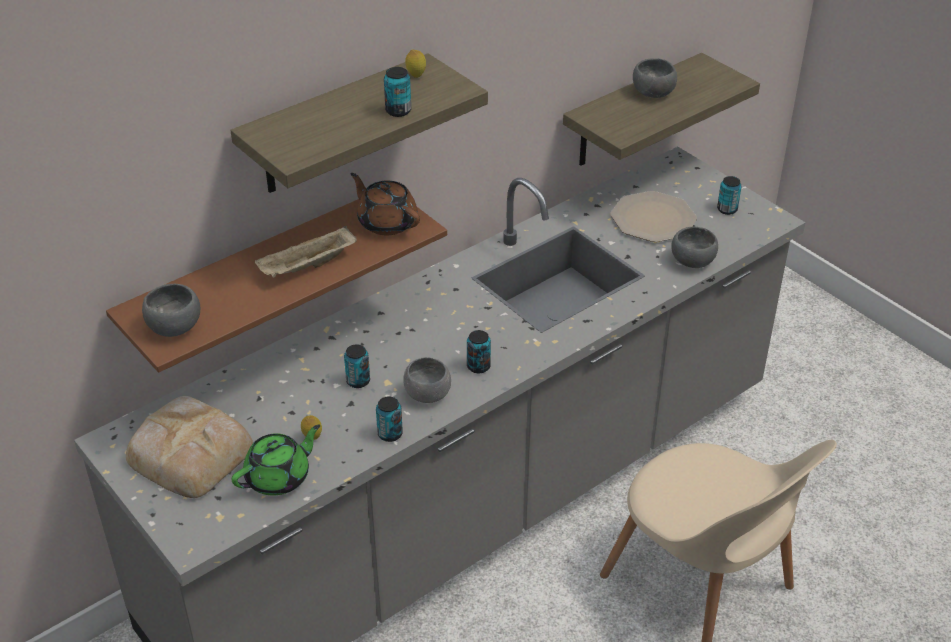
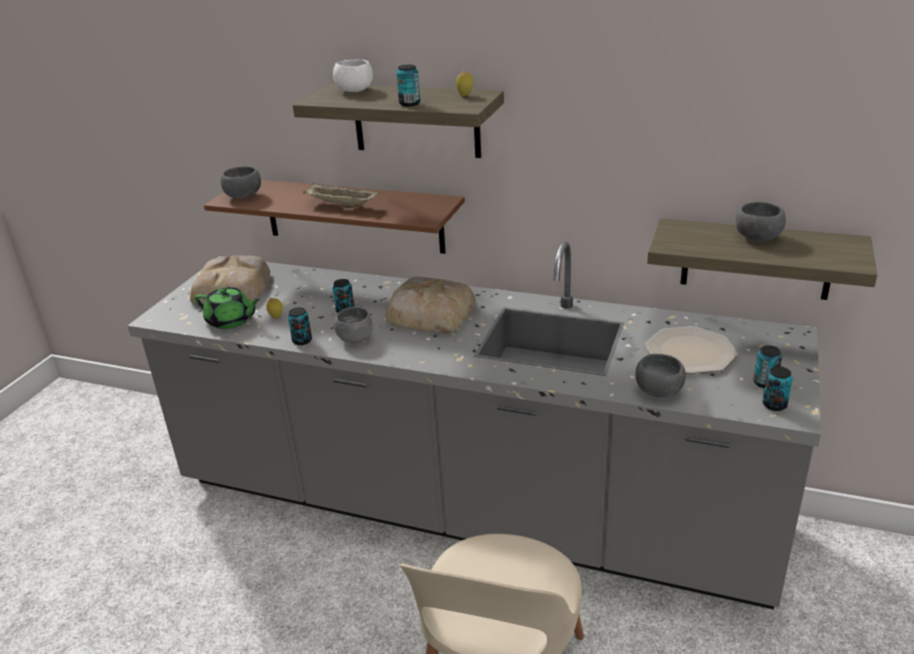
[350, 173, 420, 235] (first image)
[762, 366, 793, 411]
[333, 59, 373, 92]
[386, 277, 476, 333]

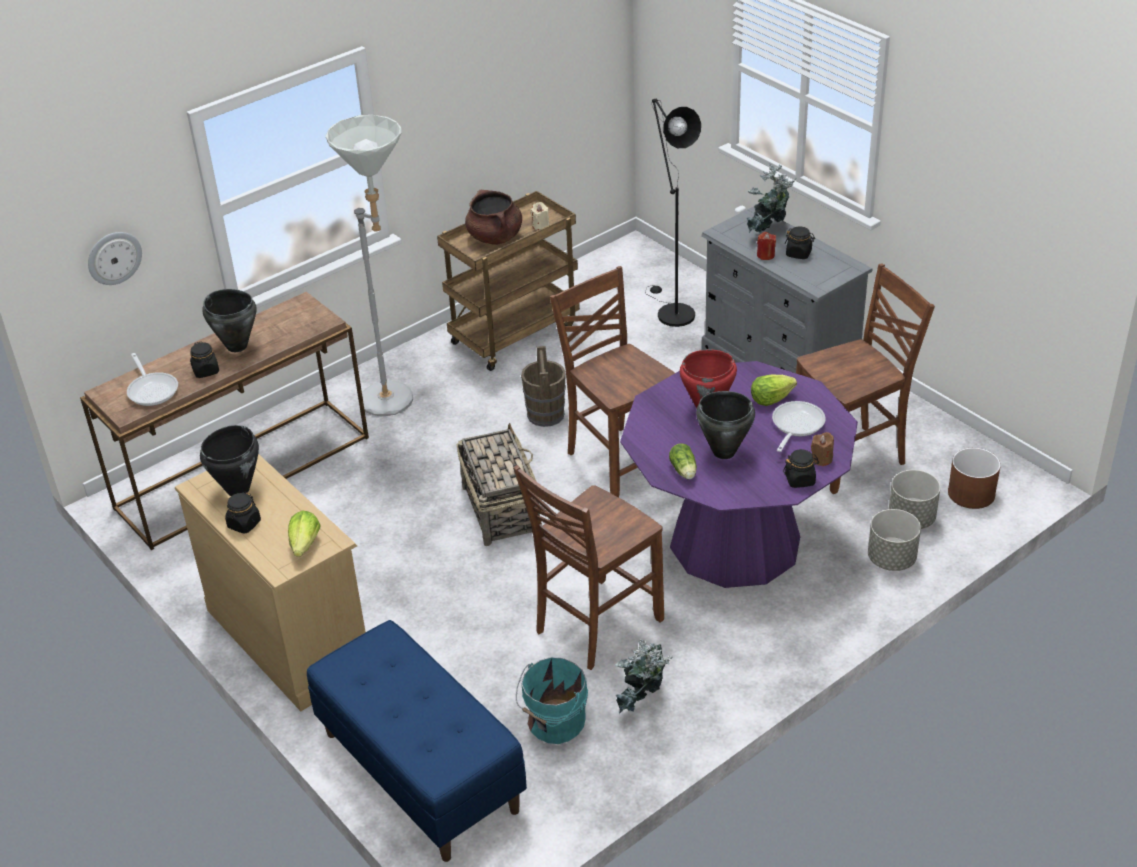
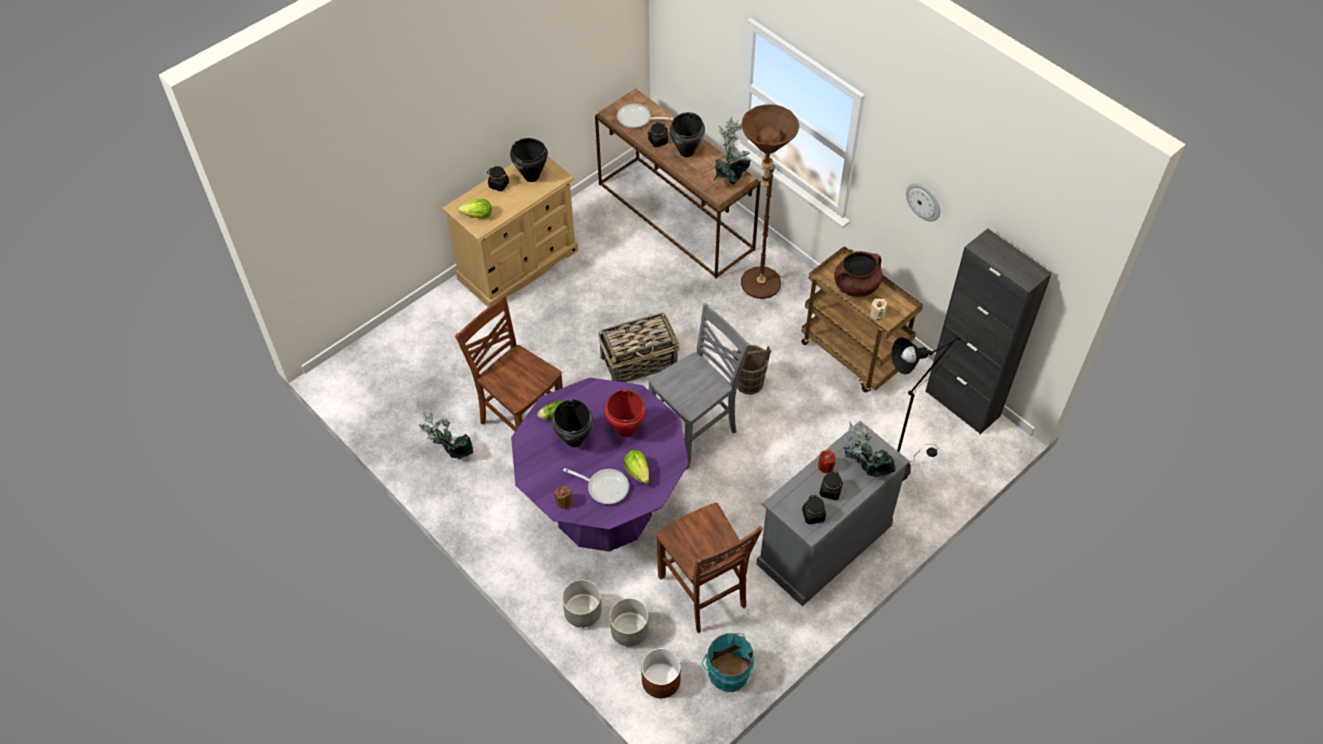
[741, 104, 800, 299]
[906, 183, 940, 222]
[648, 303, 750, 470]
[617, 104, 673, 128]
[802, 495, 826, 524]
[307, 620, 527, 862] (first image)
[702, 633, 754, 692]
[714, 117, 751, 185]
[925, 228, 1052, 434]

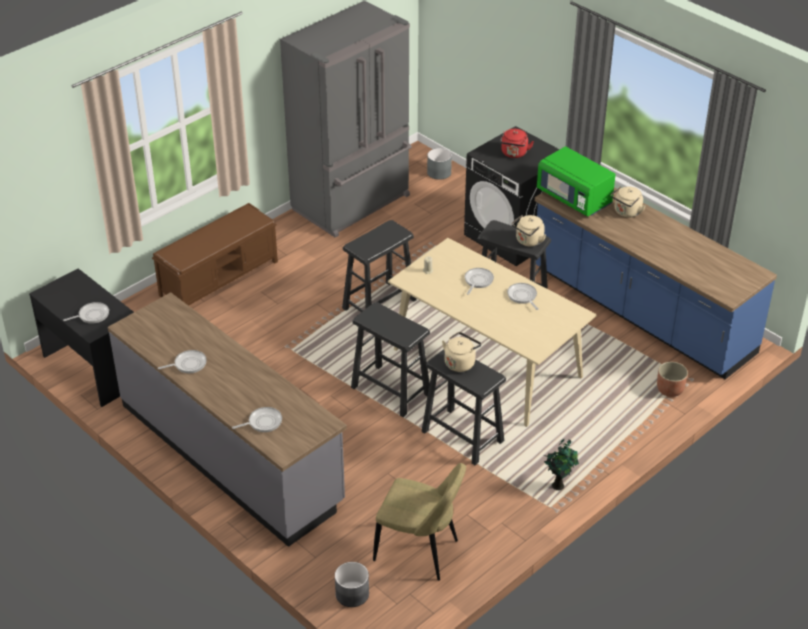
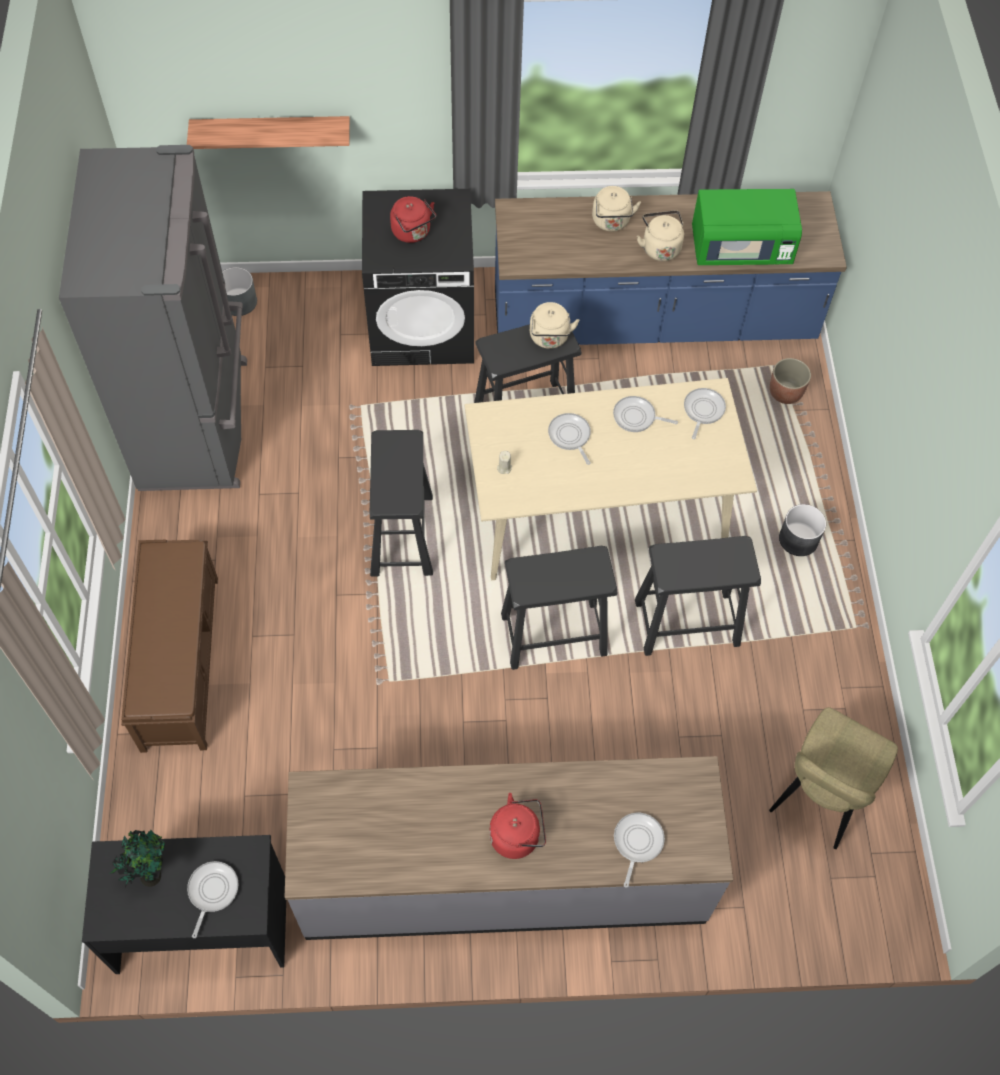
[692, 189, 802, 265]
[637, 210, 684, 261]
[684, 388, 726, 439]
[109, 829, 165, 887]
[769, 707, 898, 849]
[779, 504, 826, 556]
[187, 116, 350, 149]
[489, 793, 546, 859]

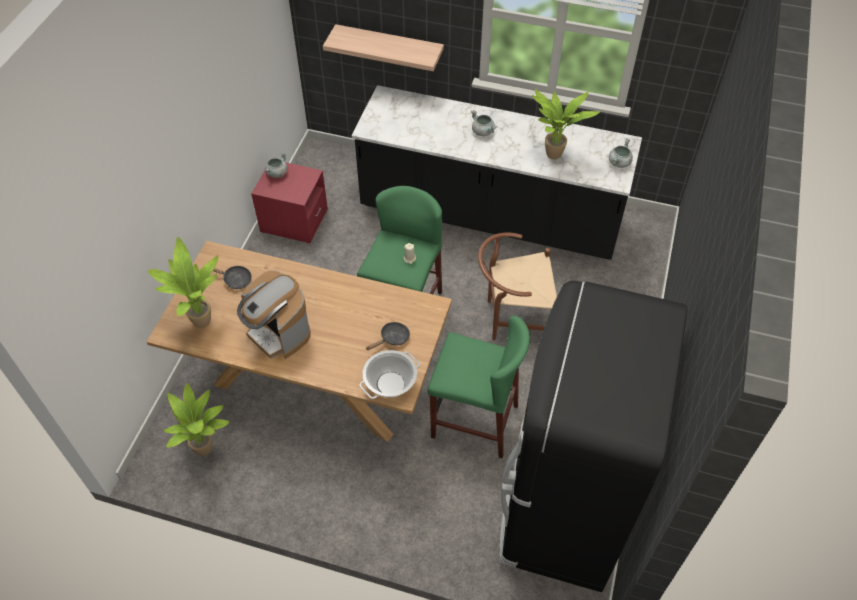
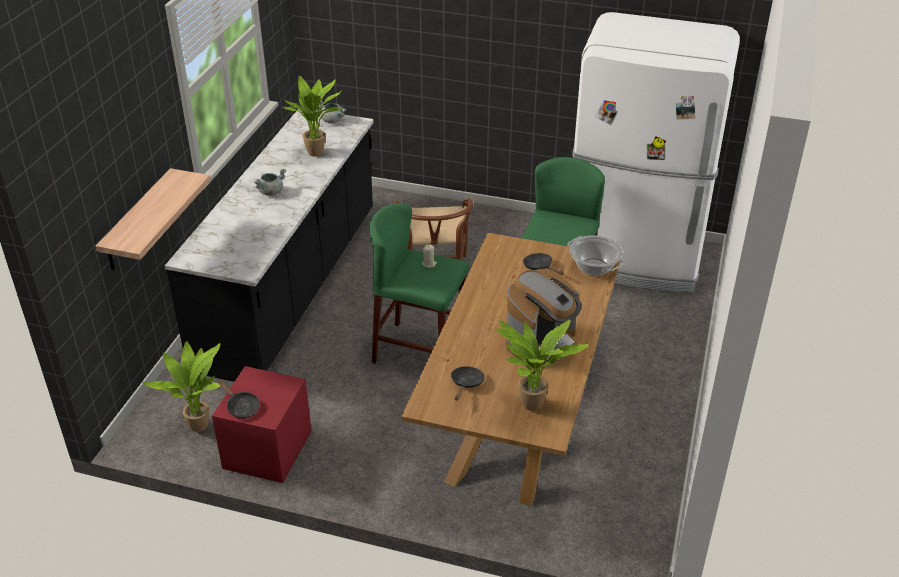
[218, 381, 260, 418]
[572, 12, 740, 292]
[143, 341, 220, 432]

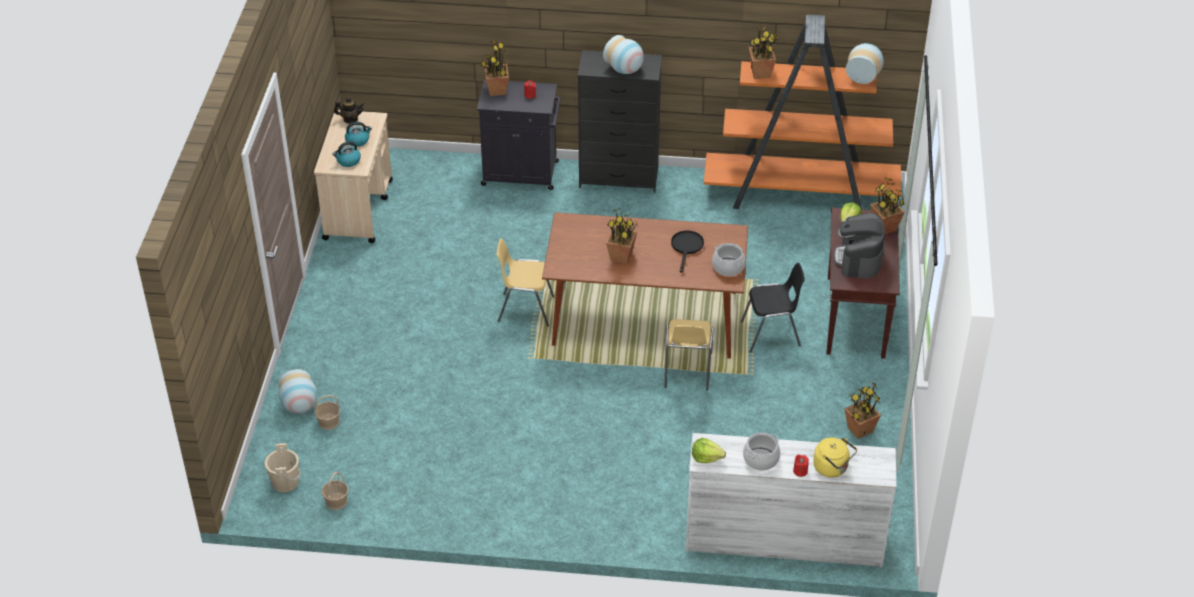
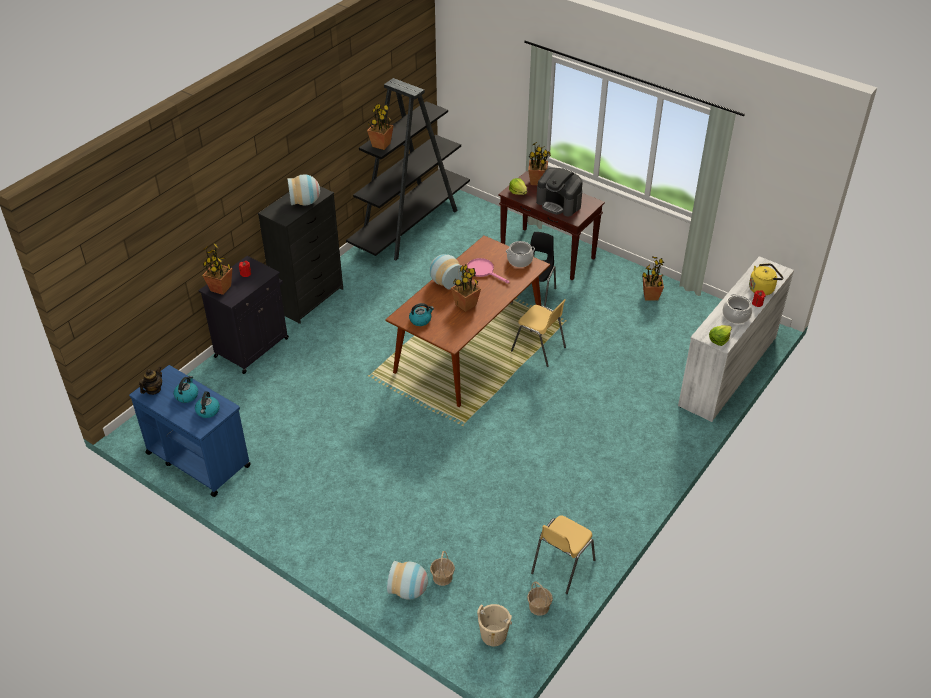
[346, 78, 470, 261]
[430, 254, 465, 290]
[129, 365, 251, 497]
[467, 258, 510, 283]
[531, 516, 595, 594]
[409, 303, 434, 326]

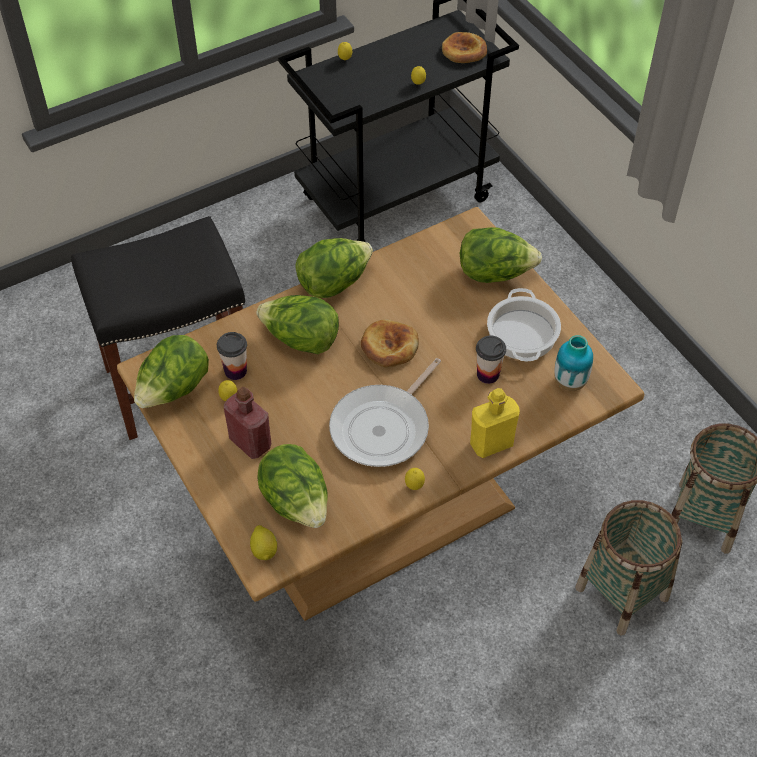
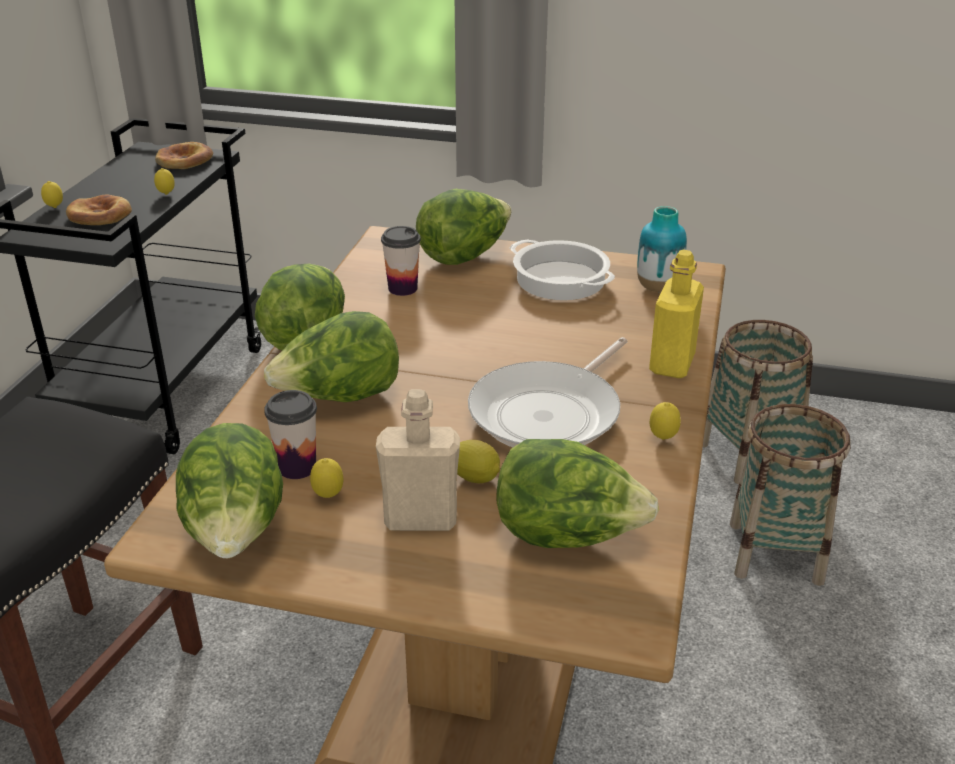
[66, 195, 132, 225]
[381, 226, 421, 296]
[468, 337, 628, 447]
[376, 389, 460, 531]
[457, 440, 500, 483]

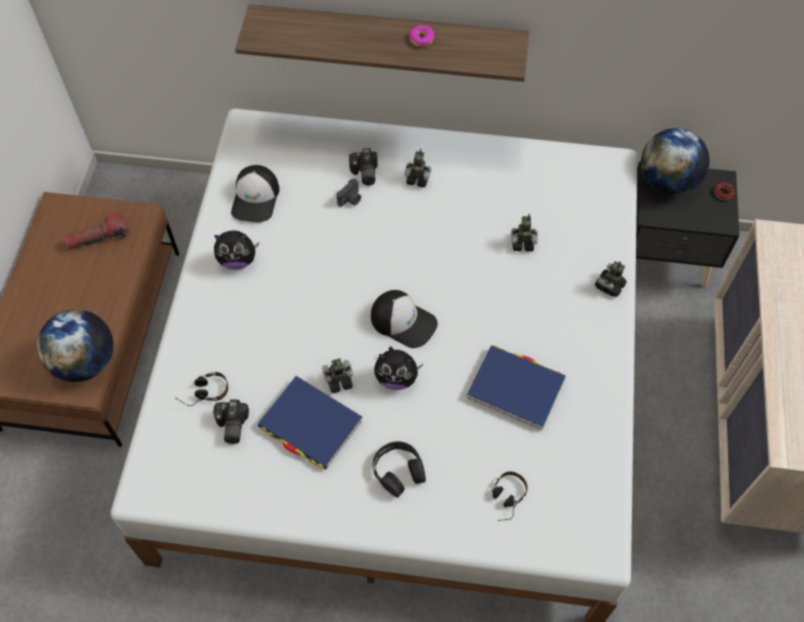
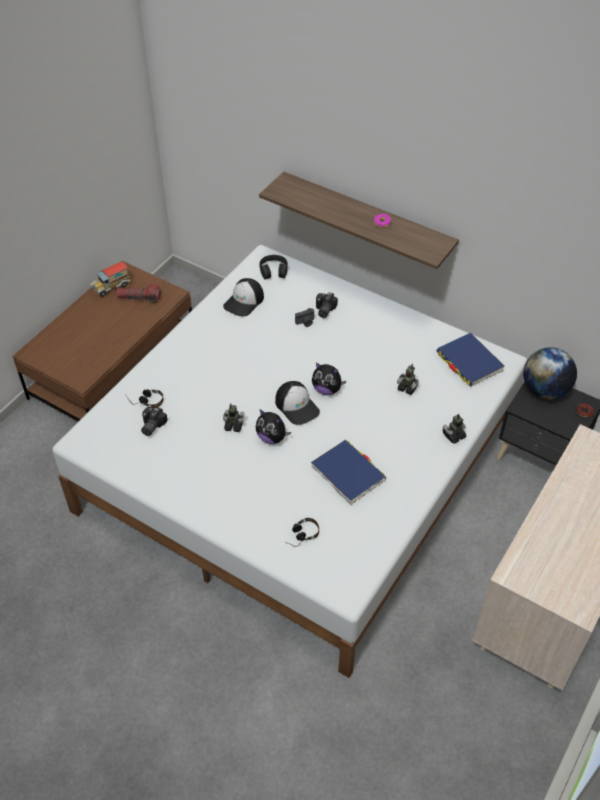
[404, 148, 431, 188] (first image)
[312, 363, 346, 395]
[37, 309, 114, 382] (first image)
[437, 332, 505, 387]
[259, 255, 288, 279]
[91, 261, 131, 297]

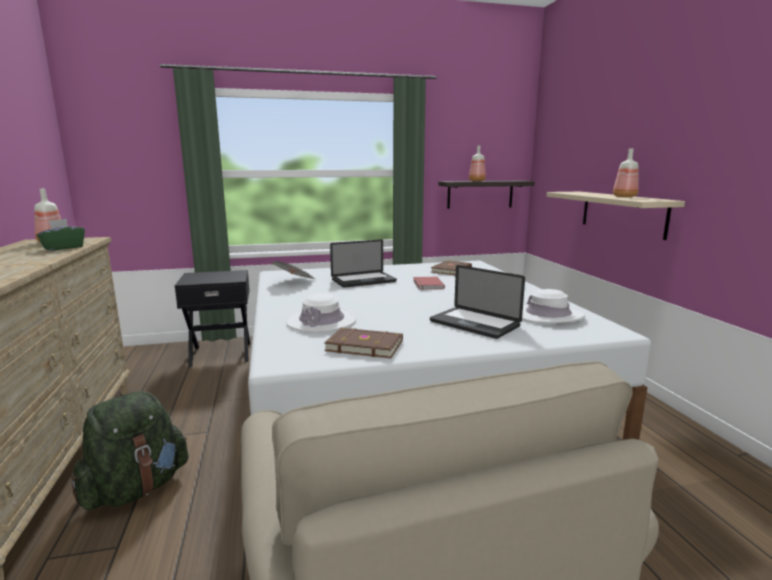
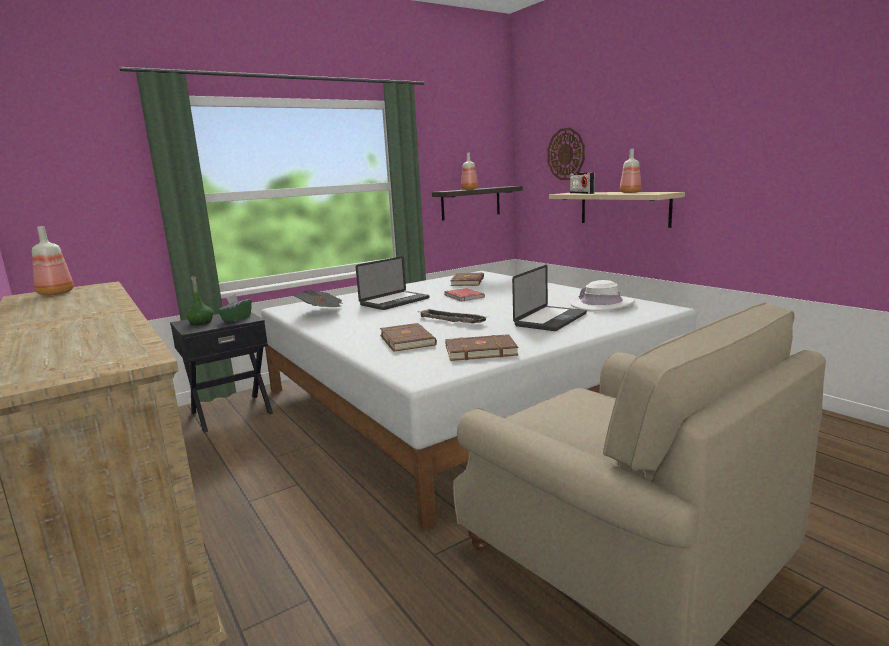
[218, 294, 252, 322]
[512, 265, 587, 331]
[380, 323, 437, 352]
[72, 391, 188, 510] (first image)
[548, 128, 585, 180]
[570, 172, 595, 194]
[186, 275, 213, 325]
[420, 309, 487, 323]

